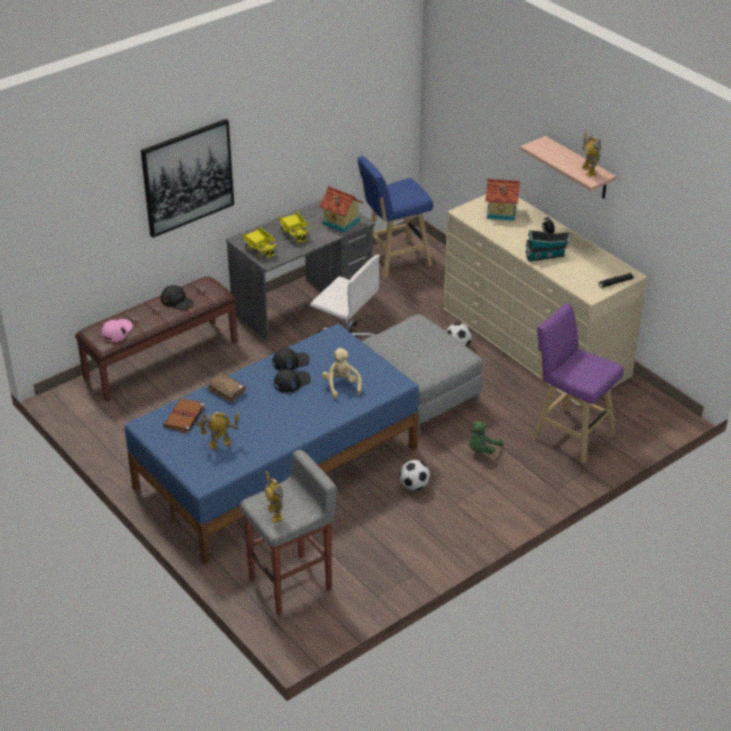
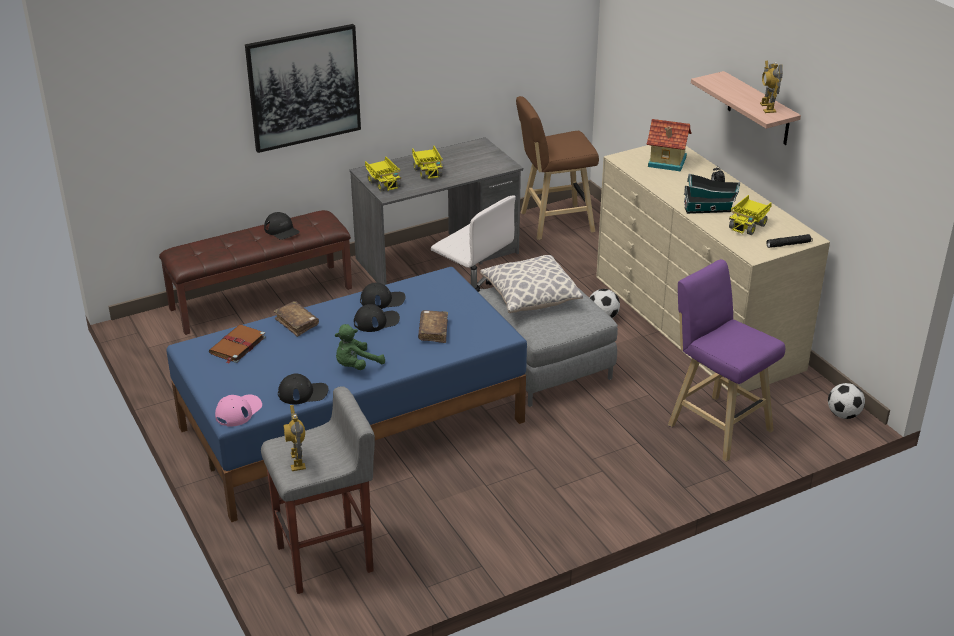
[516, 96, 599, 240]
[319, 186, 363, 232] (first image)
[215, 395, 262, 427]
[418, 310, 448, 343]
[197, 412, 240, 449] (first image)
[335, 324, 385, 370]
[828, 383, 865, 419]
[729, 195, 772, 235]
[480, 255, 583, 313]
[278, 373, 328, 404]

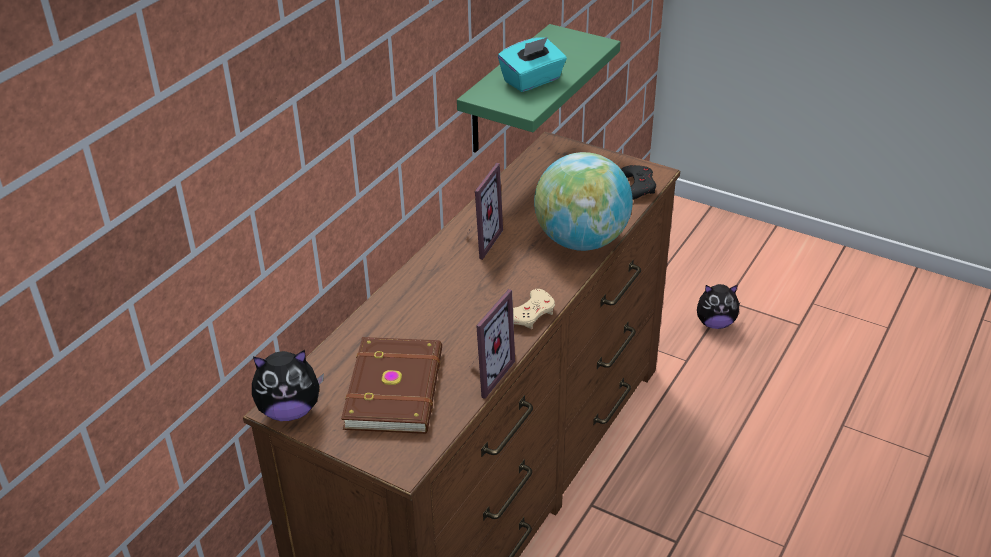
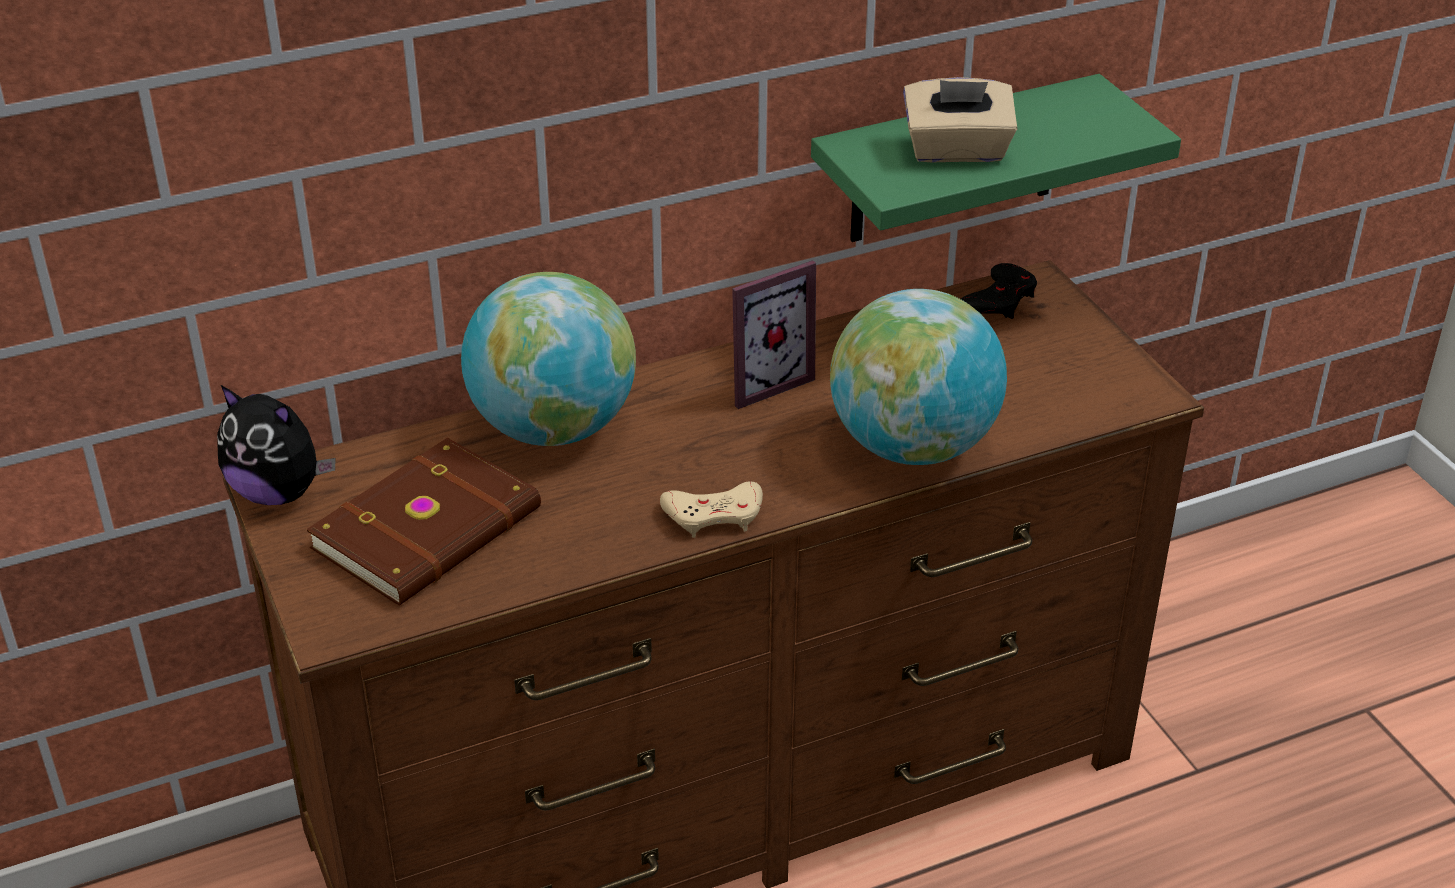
[903, 77, 1018, 163]
[961, 263, 1037, 319]
[697, 284, 740, 329] (first image)
[471, 289, 515, 399] (first image)
[461, 272, 636, 446]

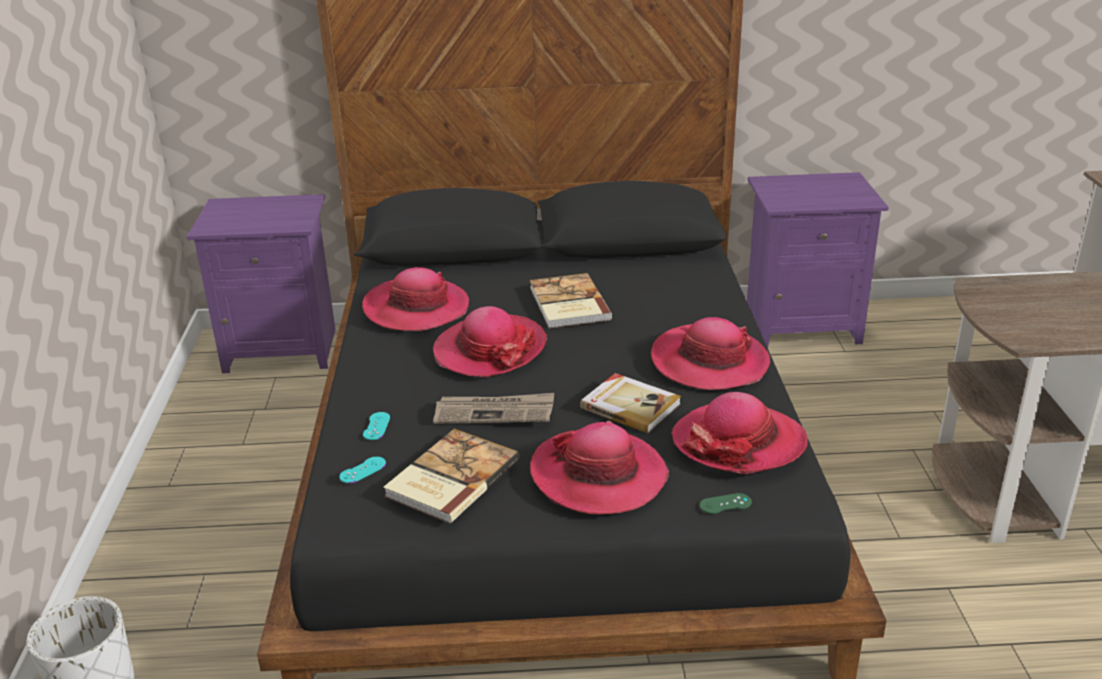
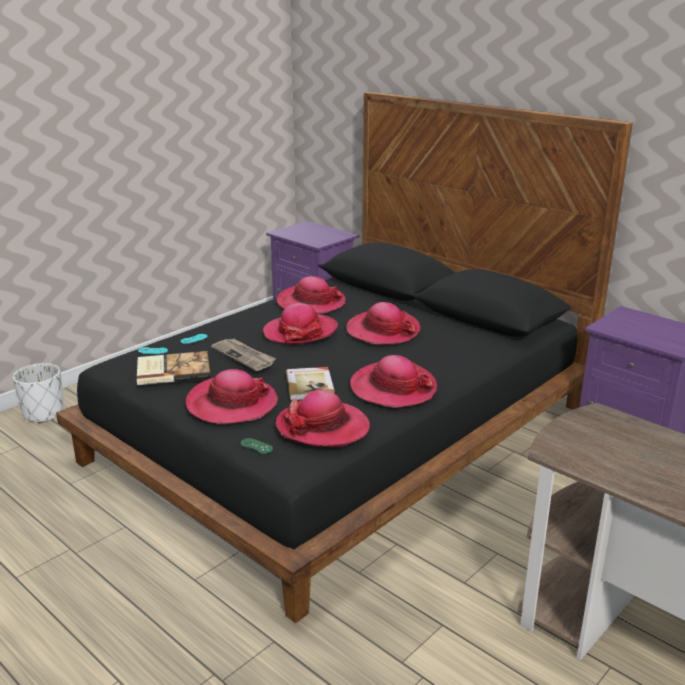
[346, 302, 421, 344]

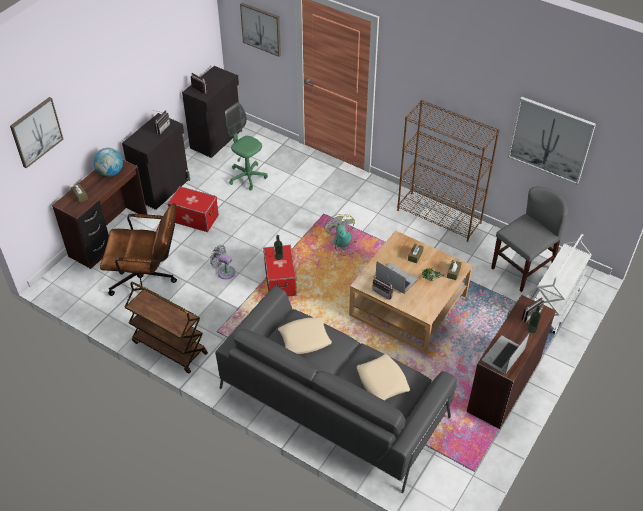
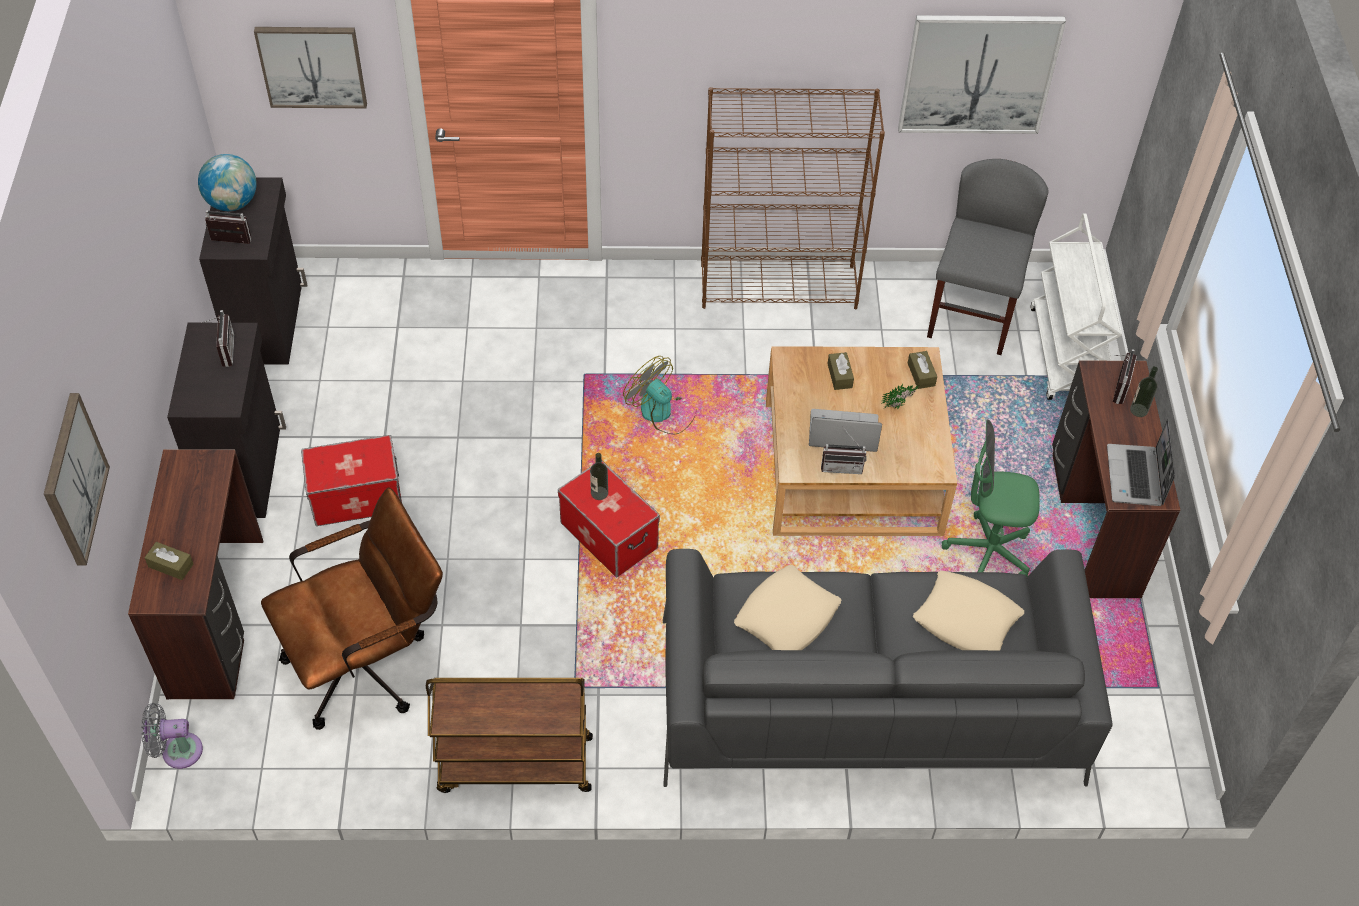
[942, 419, 1040, 577]
[198, 154, 257, 211]
[141, 703, 203, 769]

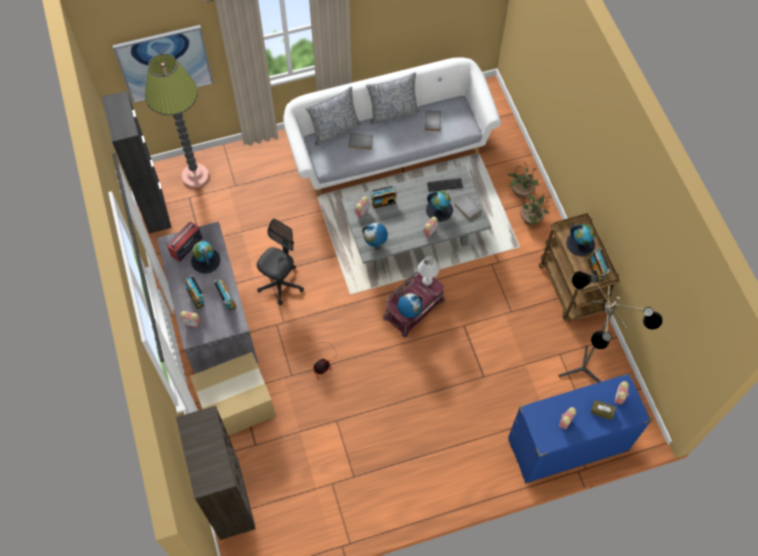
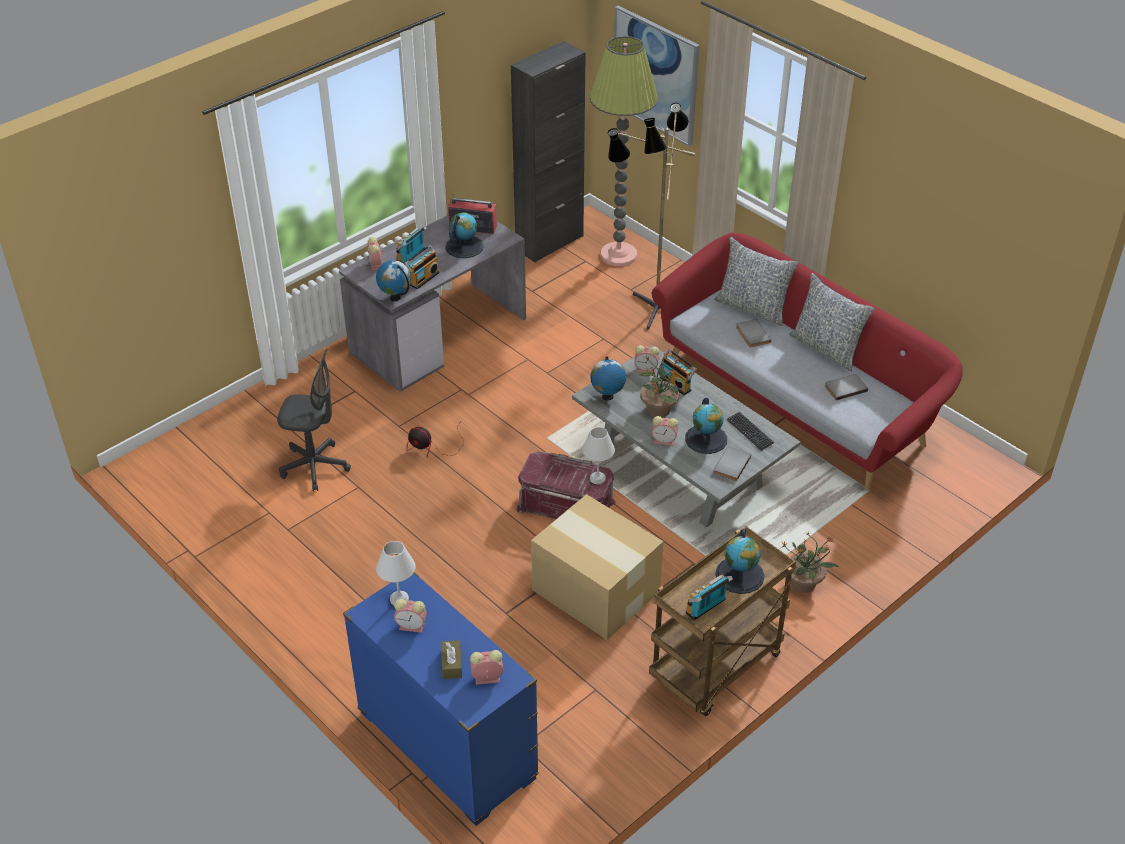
[652, 232, 963, 490]
[639, 354, 685, 417]
[277, 349, 351, 491]
[608, 103, 695, 330]
[376, 260, 411, 301]
[531, 494, 663, 640]
[176, 406, 256, 540] (first image)
[376, 541, 416, 605]

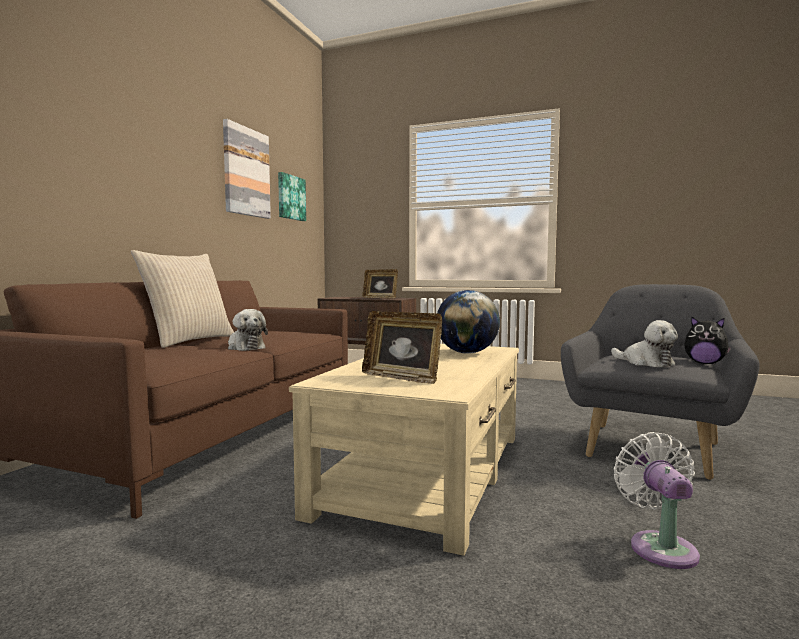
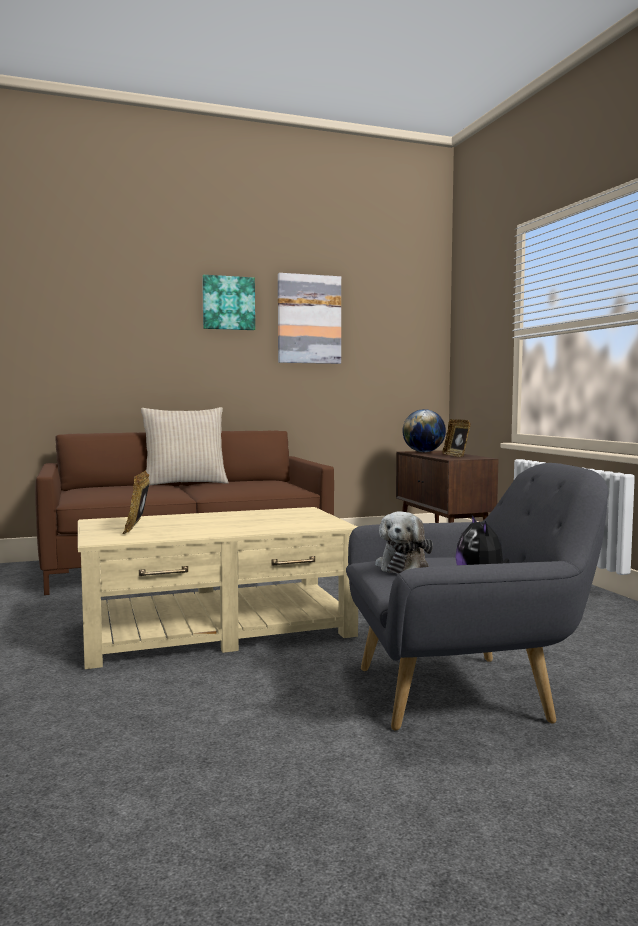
[202, 275, 255, 330]
[402, 409, 446, 452]
[228, 309, 268, 351] (first image)
[614, 432, 700, 569] (first image)

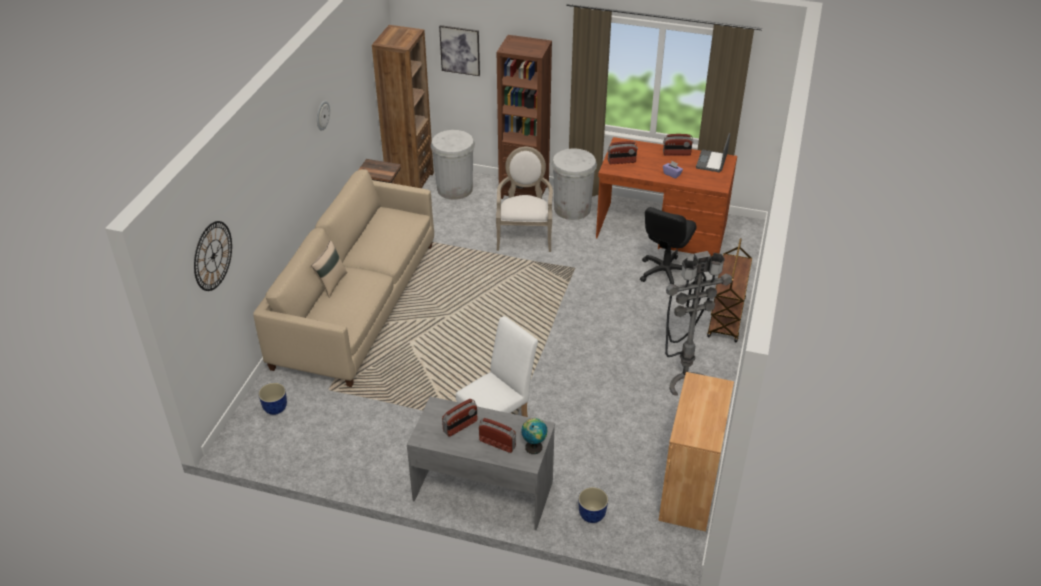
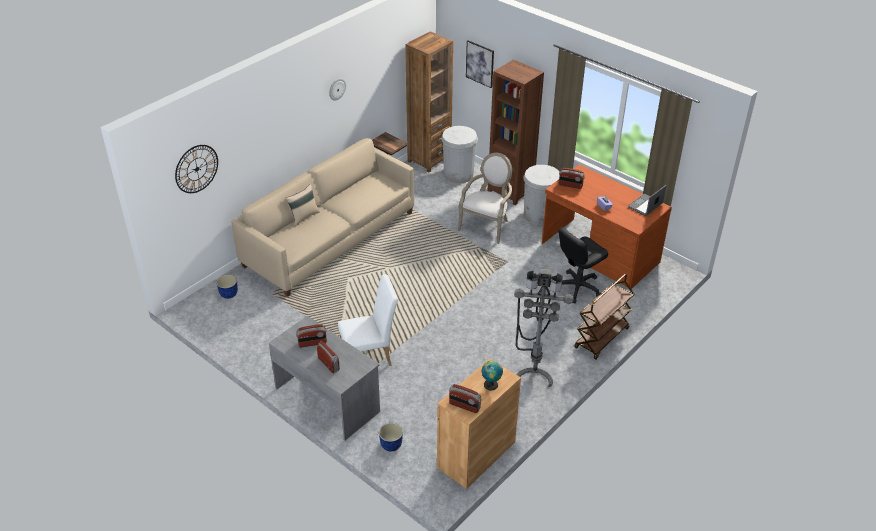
[449, 384, 481, 413]
[482, 360, 503, 390]

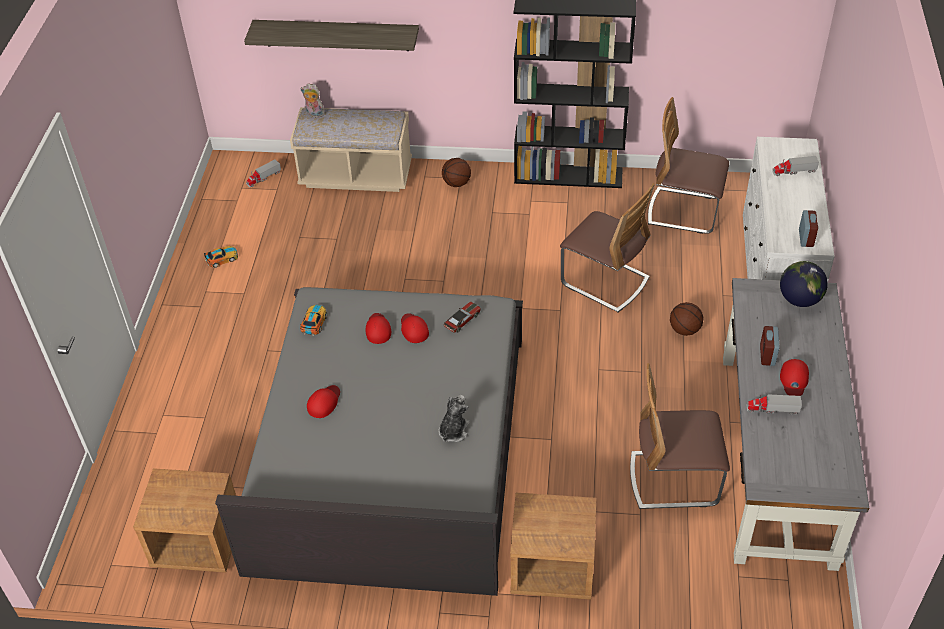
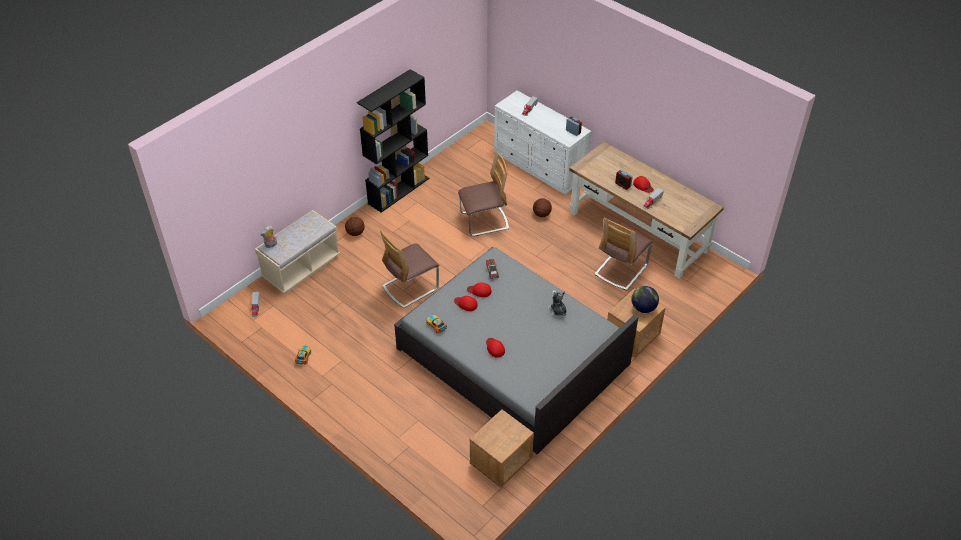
[244, 20, 419, 51] (first image)
[380, 230, 439, 308]
[632, 286, 659, 313]
[569, 141, 724, 279]

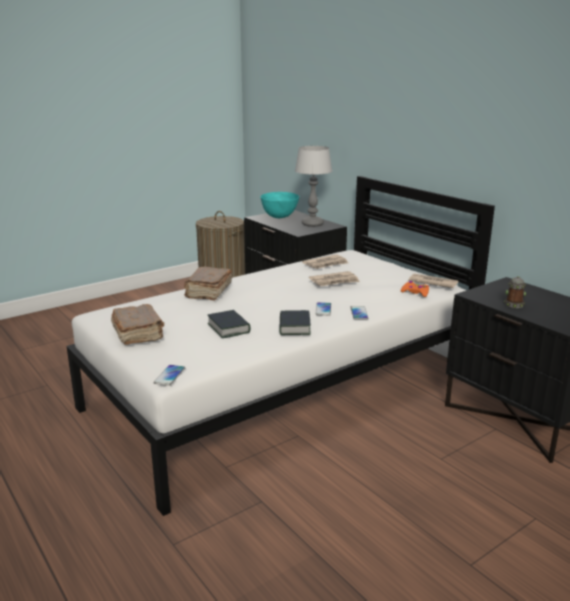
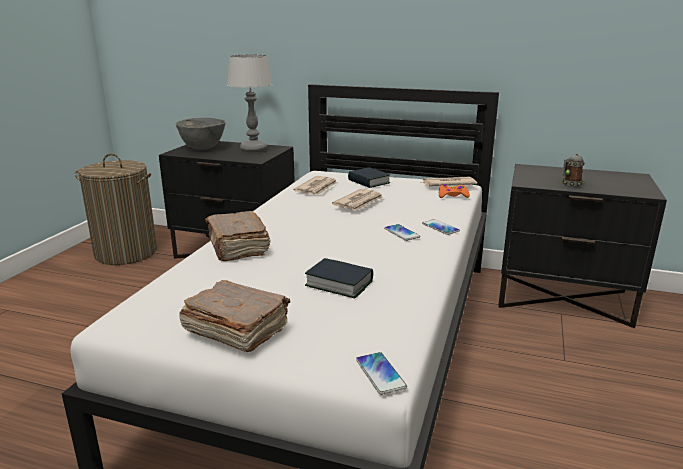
[176, 118, 226, 150]
[348, 167, 390, 188]

